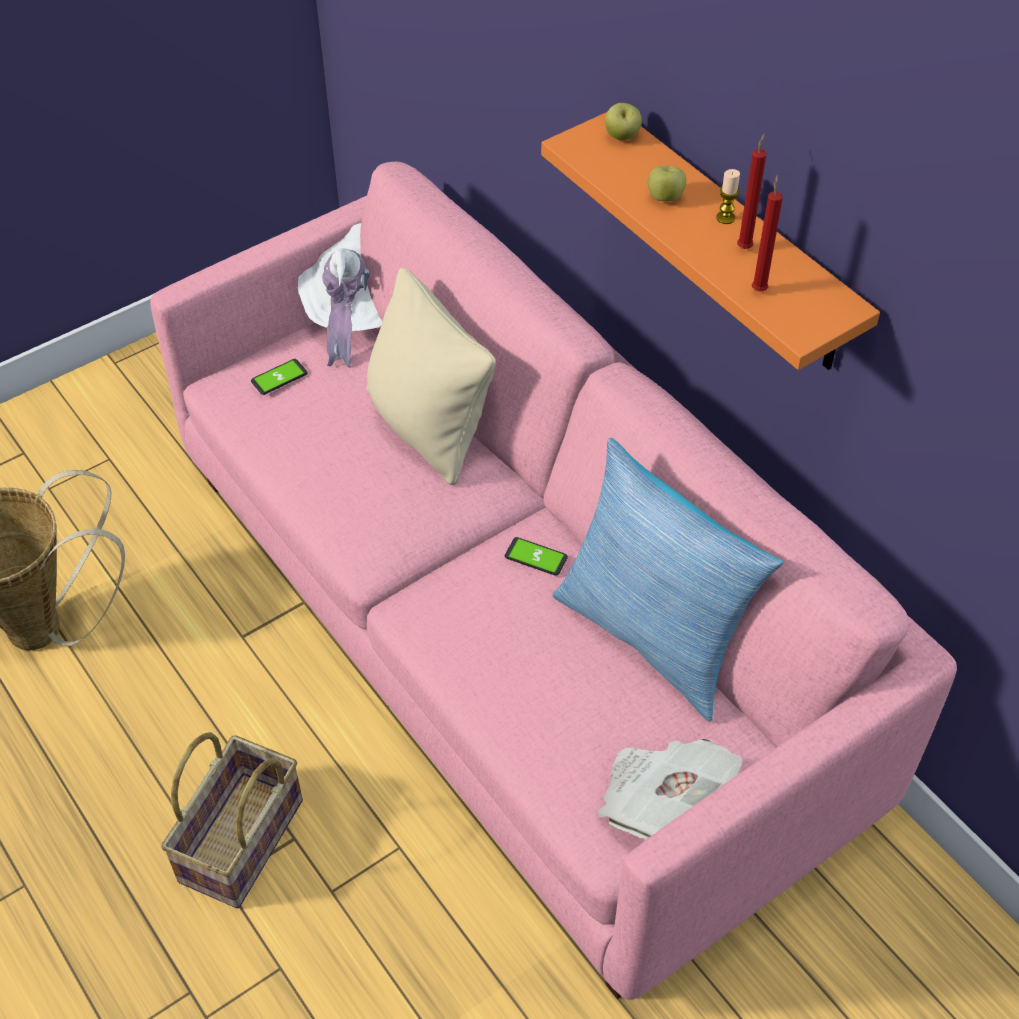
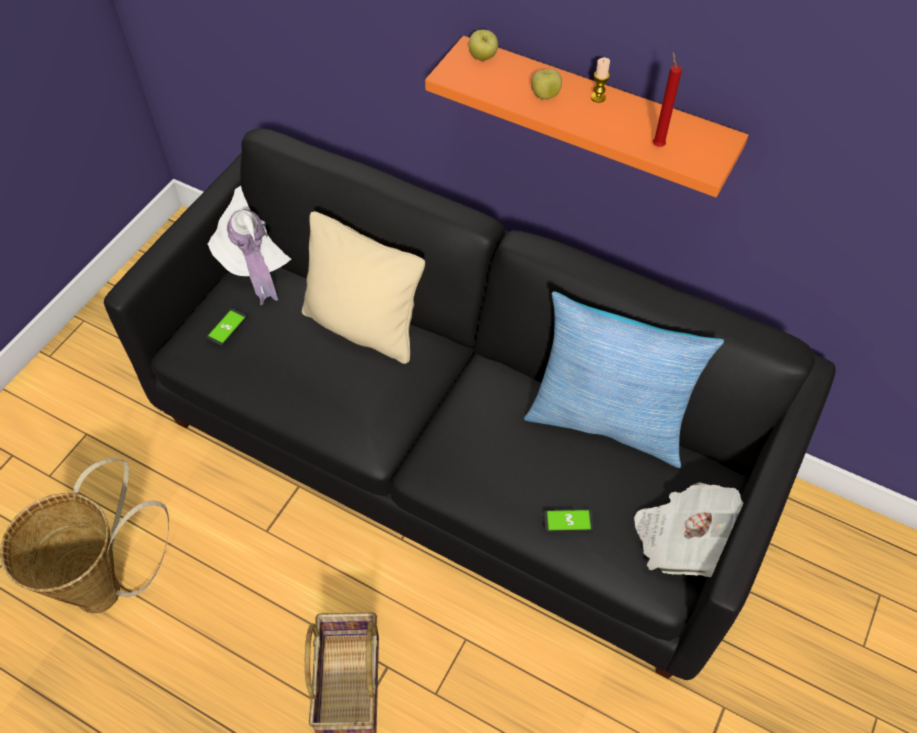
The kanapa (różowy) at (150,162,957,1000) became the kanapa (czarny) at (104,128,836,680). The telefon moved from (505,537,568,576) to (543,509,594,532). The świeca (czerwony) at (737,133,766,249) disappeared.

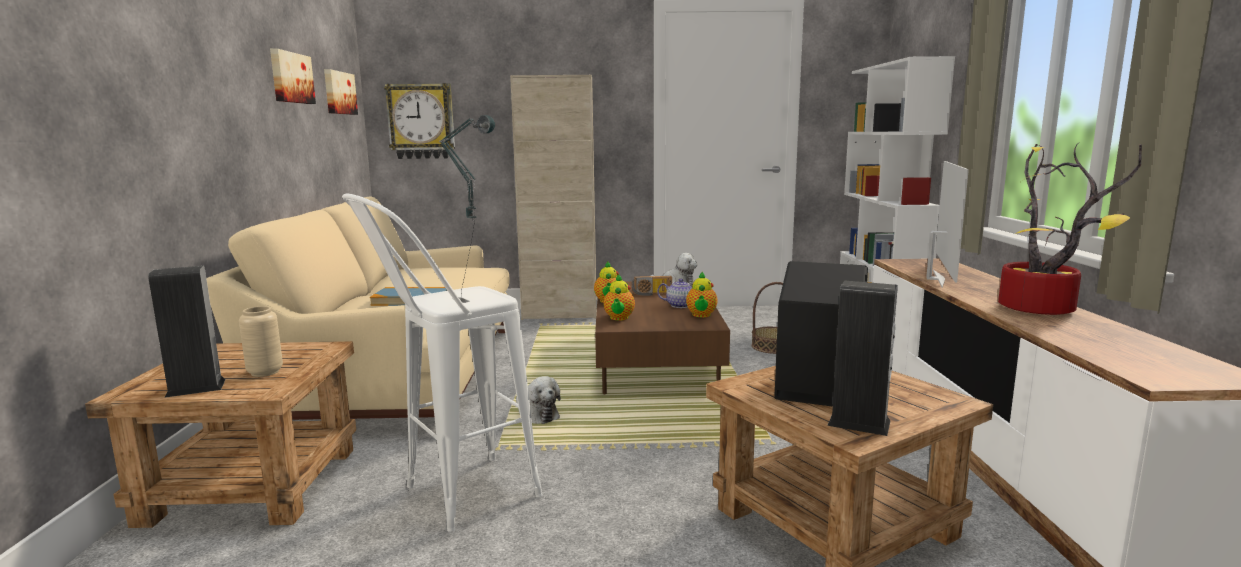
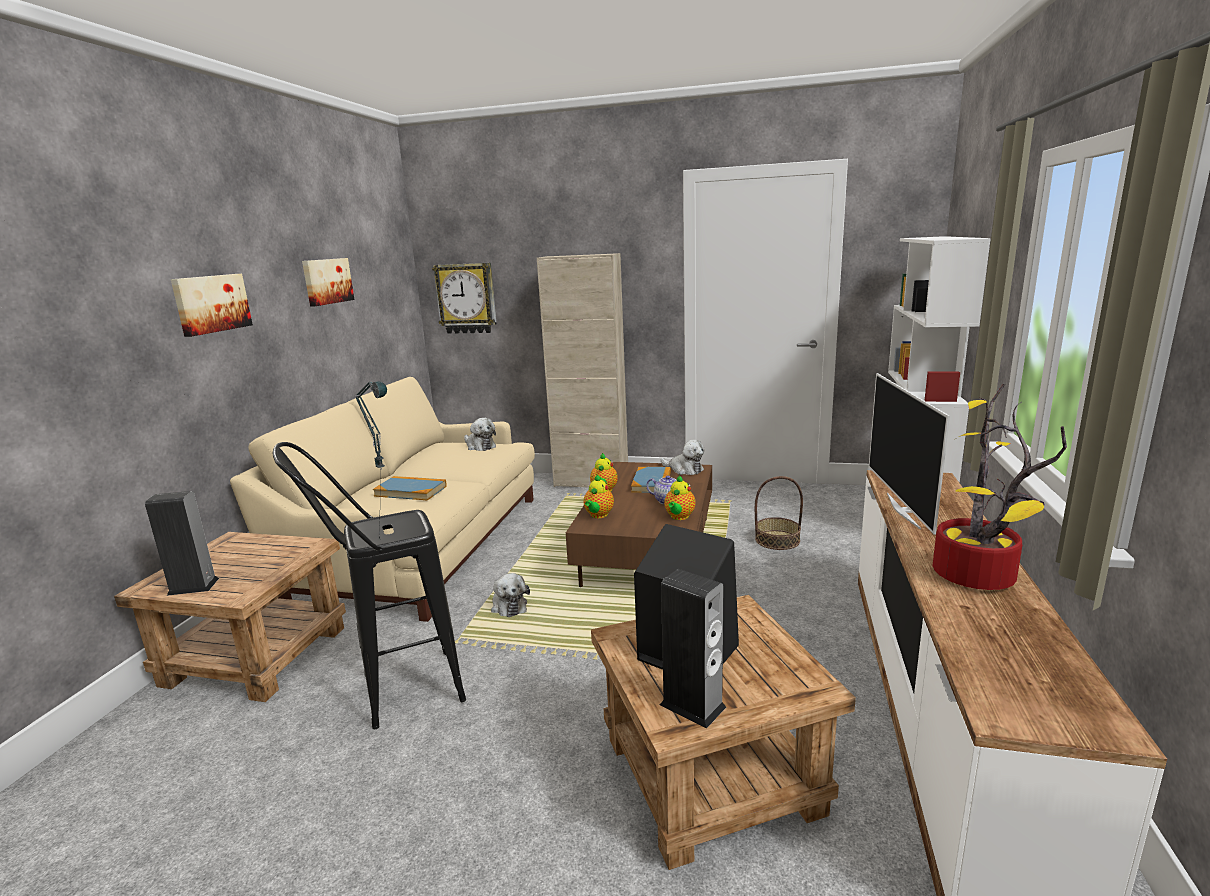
The obraz moved from (324,69,358,115) to (171,274,253,337). The stołek (biały) at (342,193,543,532) became the stołek (czarny) at (272,442,466,729). The pluszak at (464,418,496,451) appeared. The radio at (632,276,672,296) was replaced by the książka at (631,467,671,493). The telewizor at (926,161,969,288) turned 150 degrees clockwise. The wazon (beżowy) at (239,306,283,377) disappeared.

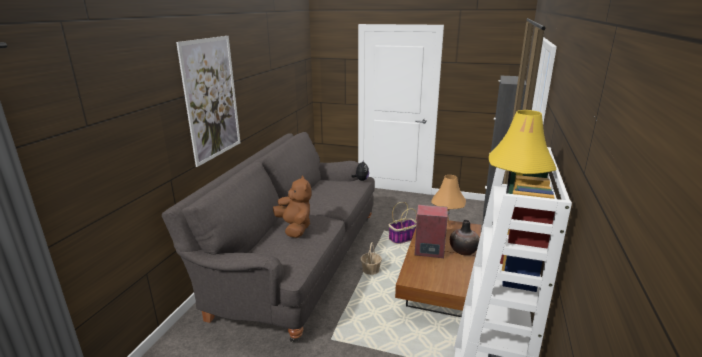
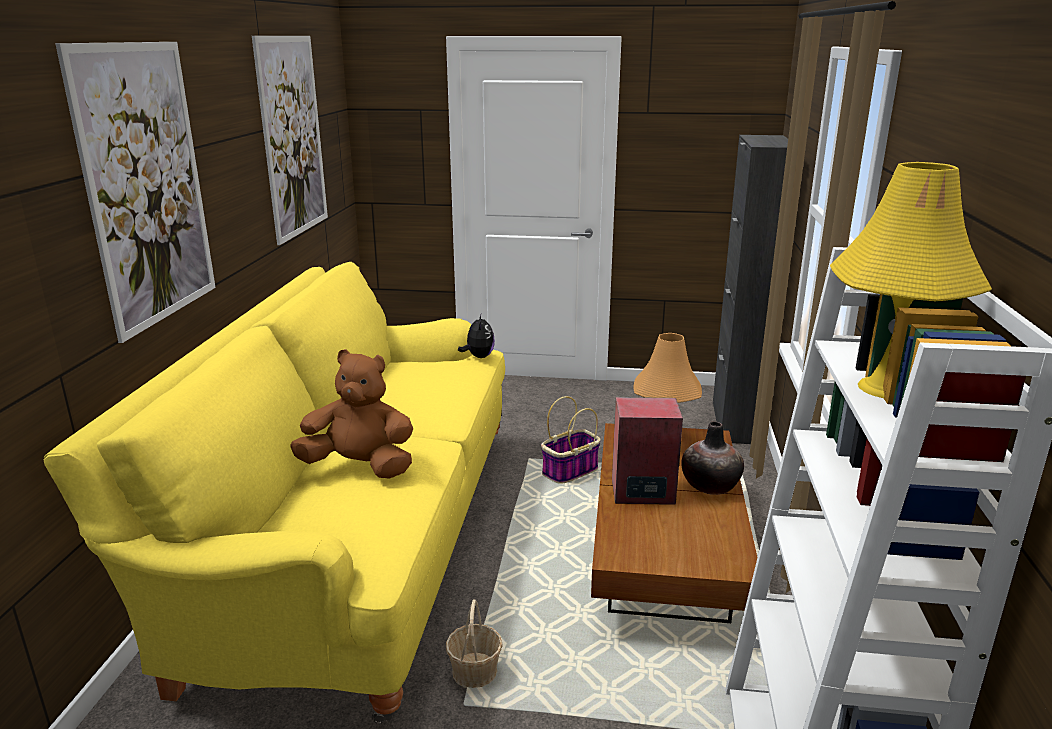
The kanapa (szary) at (162,132,375,343) became the kanapa (żółty) at (44,262,505,724). The obraz at (252,36,328,245) appeared. The pluszak (brązowy) at (273,176,312,238) turned 45 degrees counterclockwise. The koszyk moved from (361,242,382,275) to (446,599,503,688).

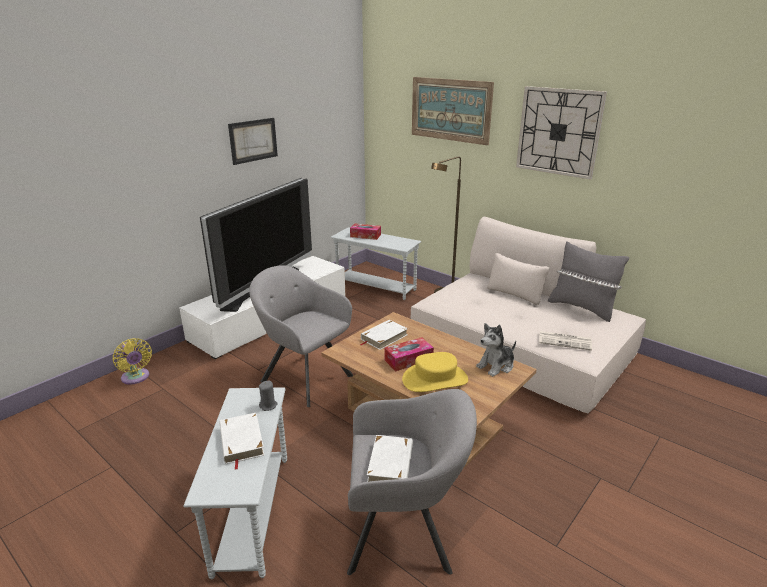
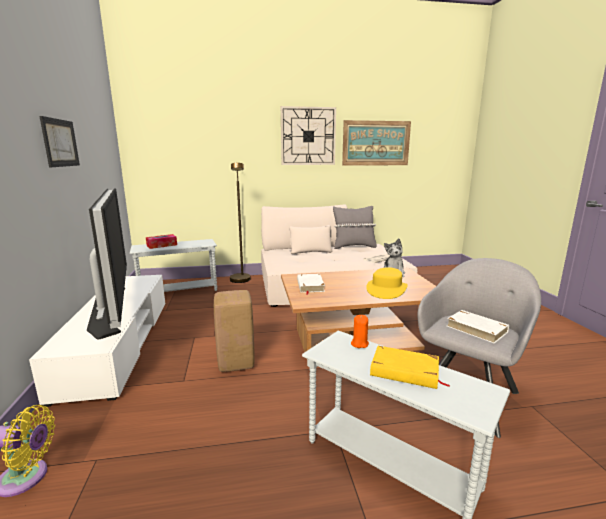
The fotel (szary) at (249,265,354,407) was replaced by the stołek (beżowy) at (214,290,255,372). The obraz moved from (412,77,494,145) to (342,120,411,166). The świeca (szary) at (259,380,278,411) became the świeca (pomarańczowy) at (351,315,369,348). The książka (biały) at (220,413,265,470) became the książka (żółty) at (370,346,450,389). The pudełko chusteczek at (385,337,434,371) disappeared.

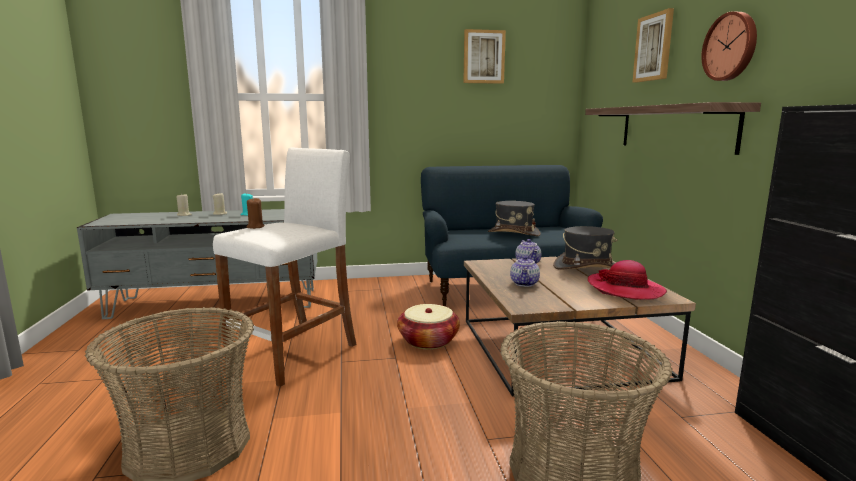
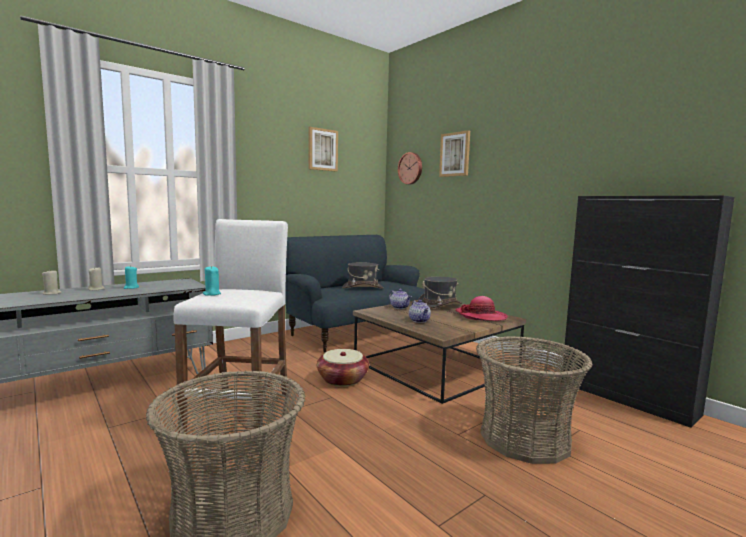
The świeca (brązowy) at (247,197,265,229) became the świeca (turkusowy) at (203,266,221,296). The zegar ścienny moved from (701,11,757,81) to (398,152,422,184). The półka at (585,102,761,155) disappeared.

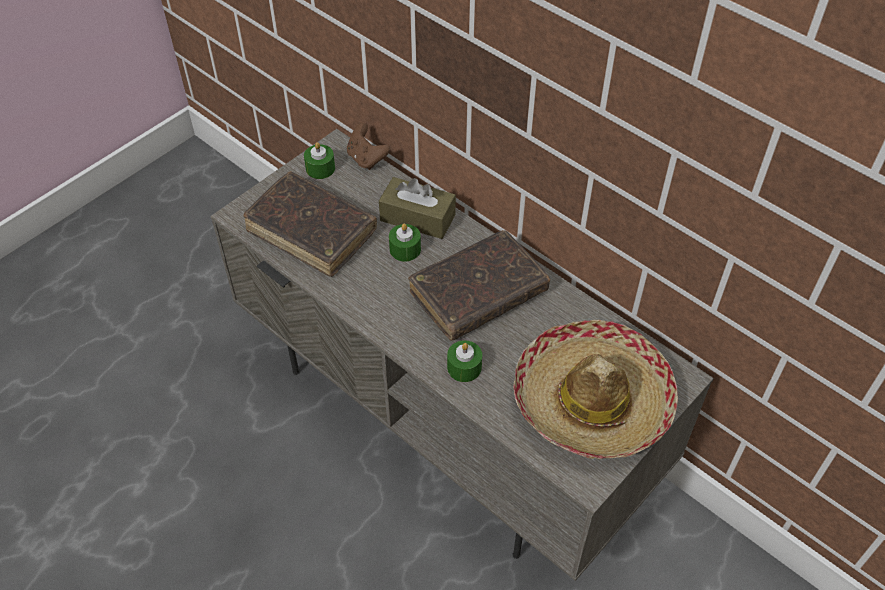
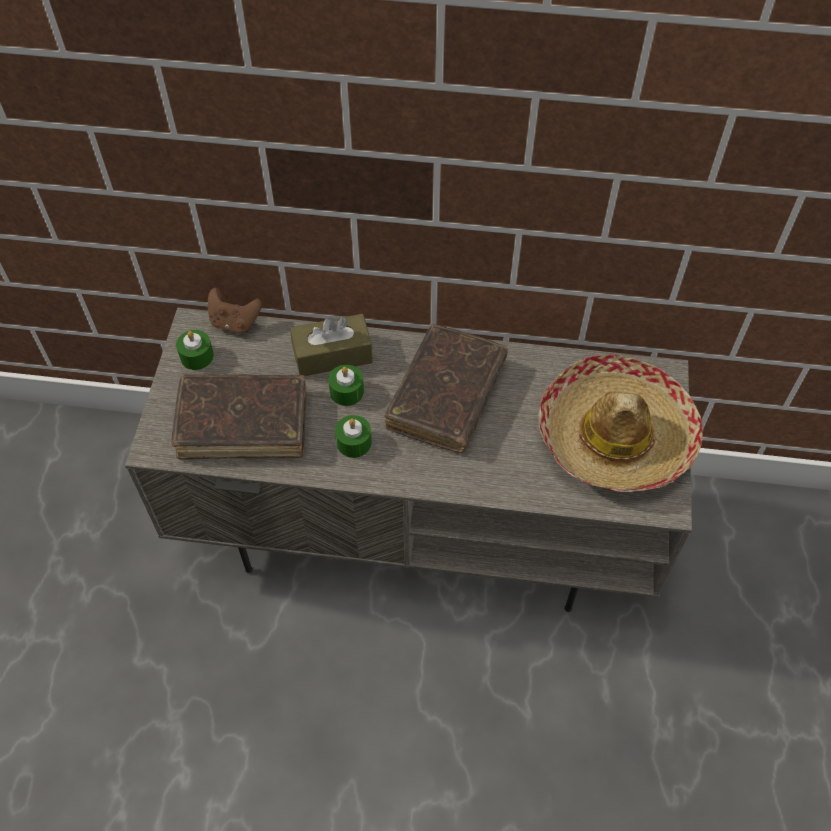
The świeca (zielony) moved from (447,340,482,382) to (335,415,372,458).

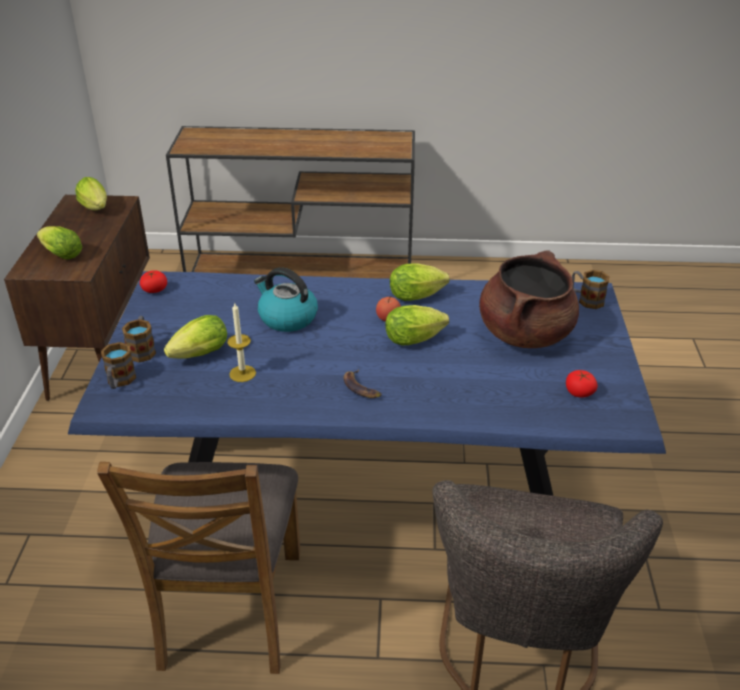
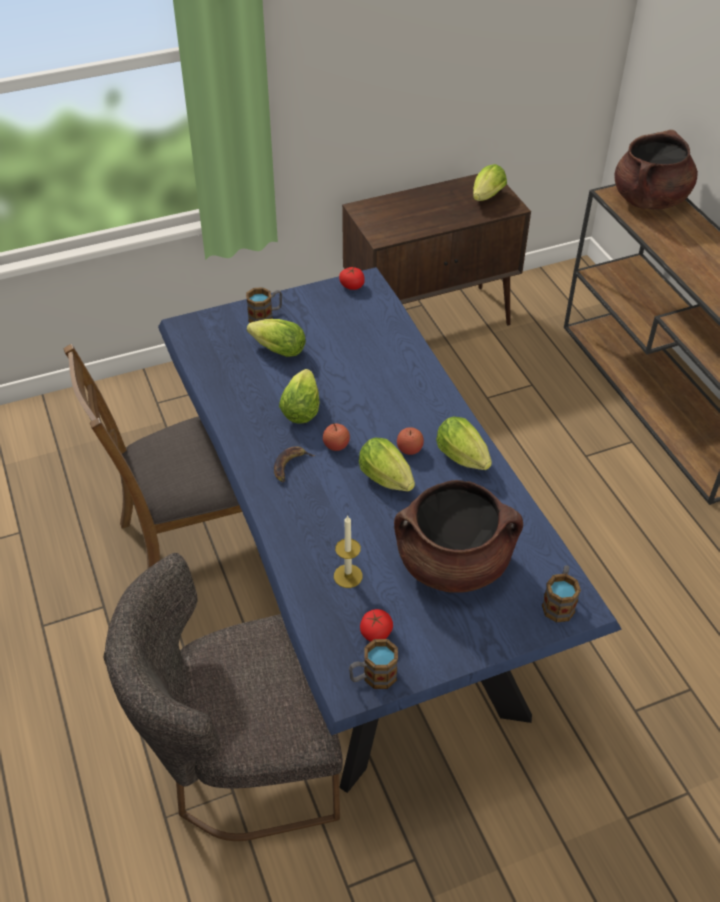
The sałata moved from (37,226,82,260) to (279,369,320,424). The jabłko at (323,423,350,451) appeared. The świeca moved from (227,302,256,382) to (334,516,363,588). The kubek moved from (101,342,136,389) to (349,639,398,689). The garnek (brązowy) at (615,130,698,209) appeared. The czajnik at (254,267,318,332) disappeared.

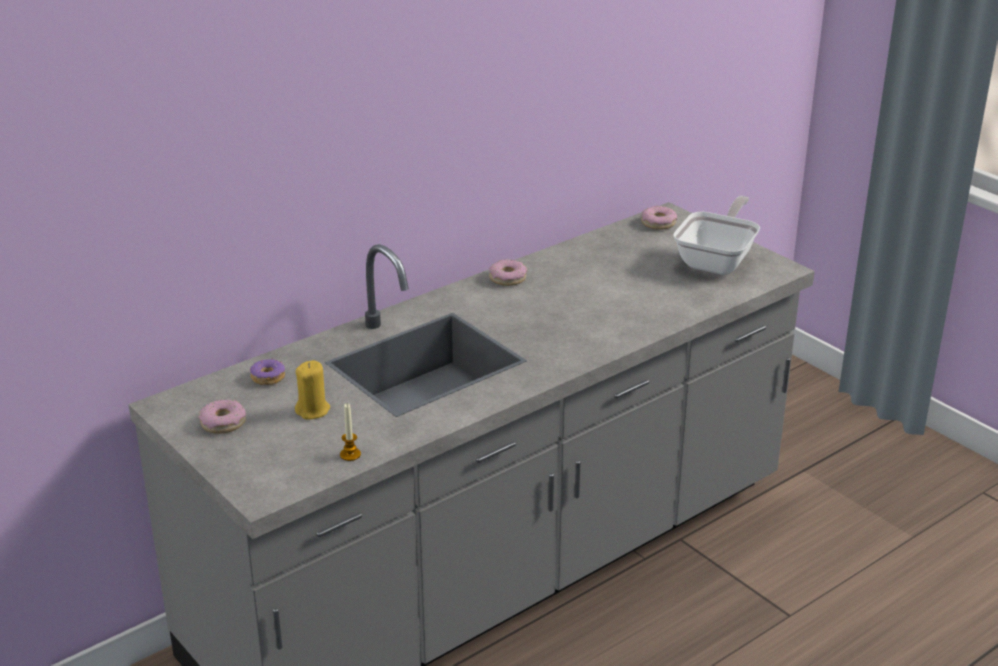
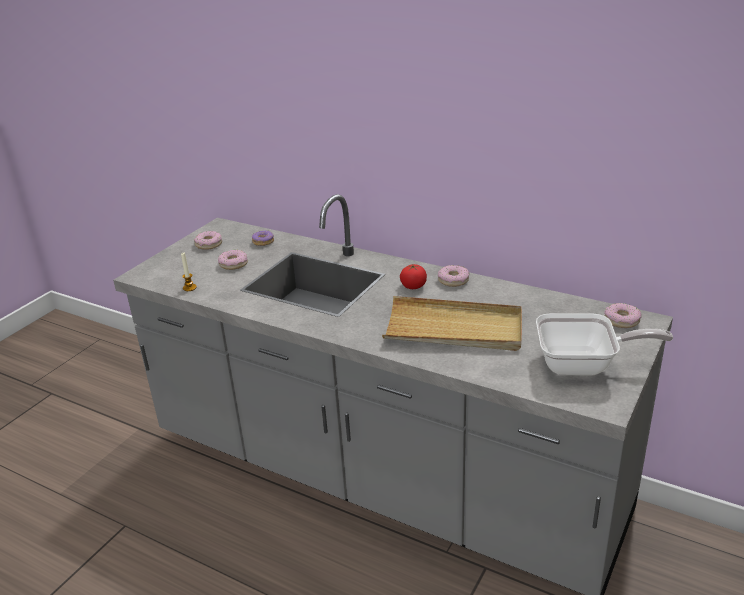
The świeca (żółty) at (295,360,330,419) was replaced by the donut at (218,250,248,270). The taca (beżowy) at (382,296,522,351) appeared. The pomidor at (400,264,427,289) appeared.

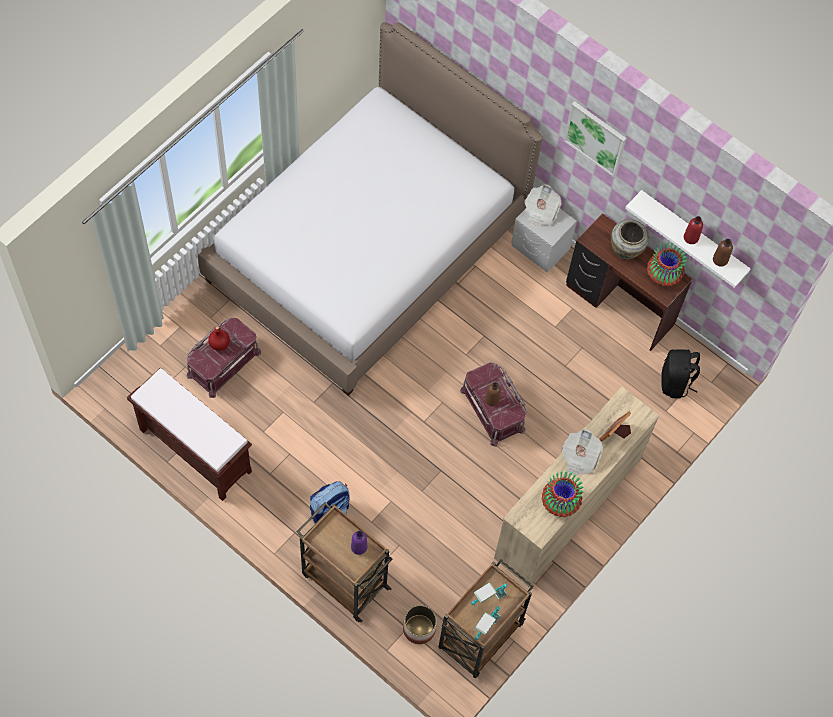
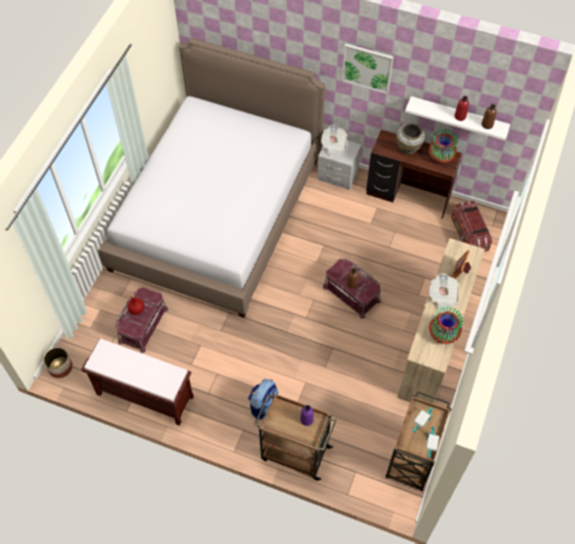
The donica moved from (403,605,437,644) to (43,347,73,378). The plecak (czarny) at (661,349,700,398) was replaced by the pojemnik do przechowywania at (451,201,492,252).

